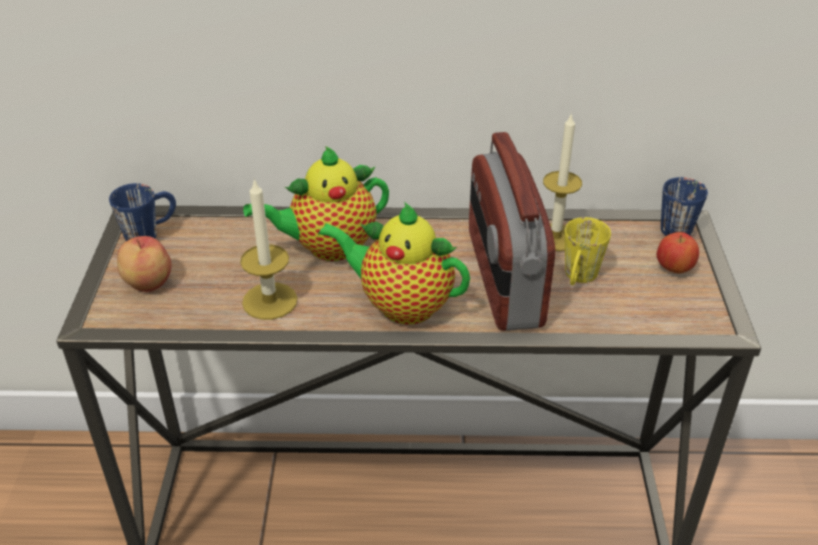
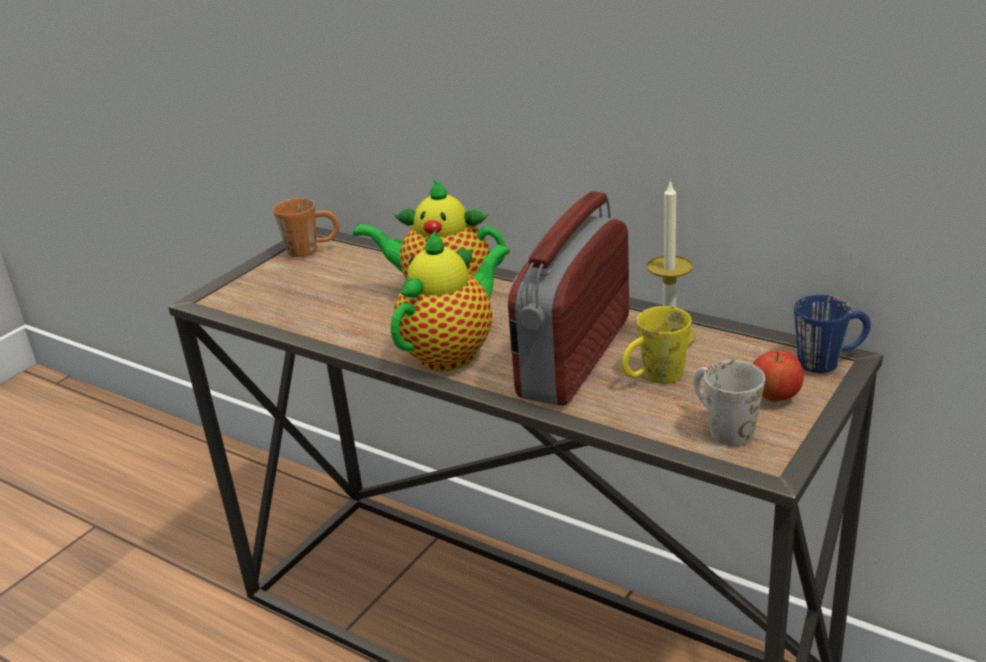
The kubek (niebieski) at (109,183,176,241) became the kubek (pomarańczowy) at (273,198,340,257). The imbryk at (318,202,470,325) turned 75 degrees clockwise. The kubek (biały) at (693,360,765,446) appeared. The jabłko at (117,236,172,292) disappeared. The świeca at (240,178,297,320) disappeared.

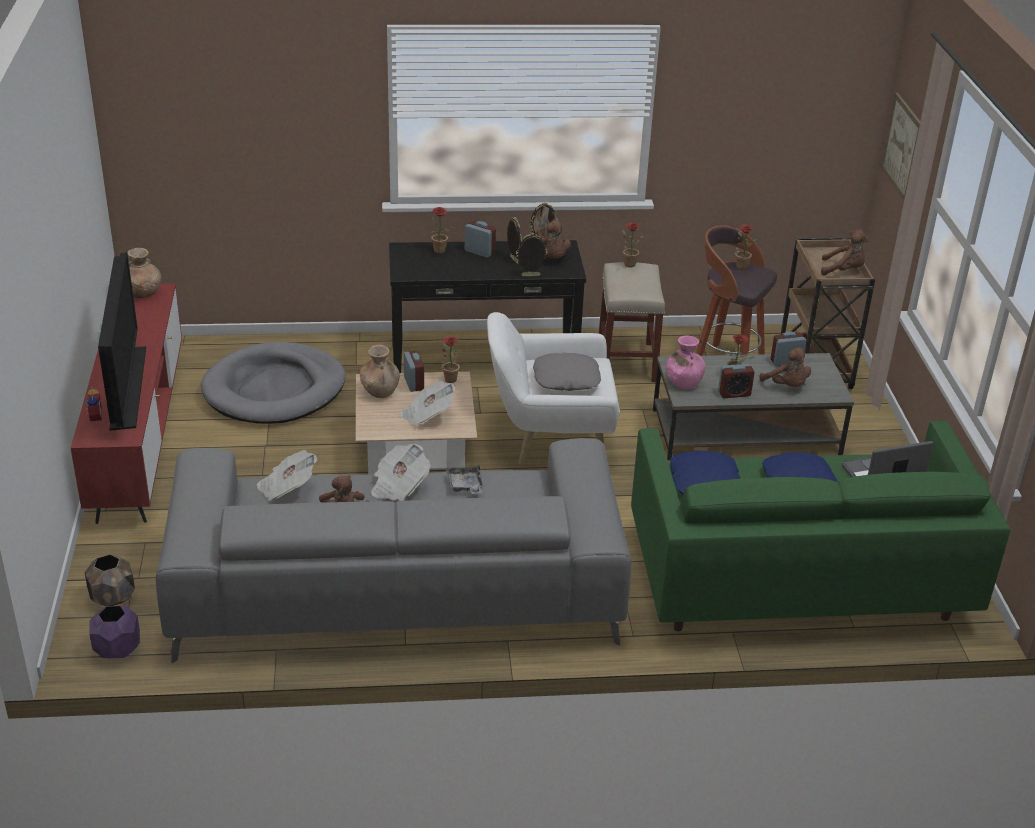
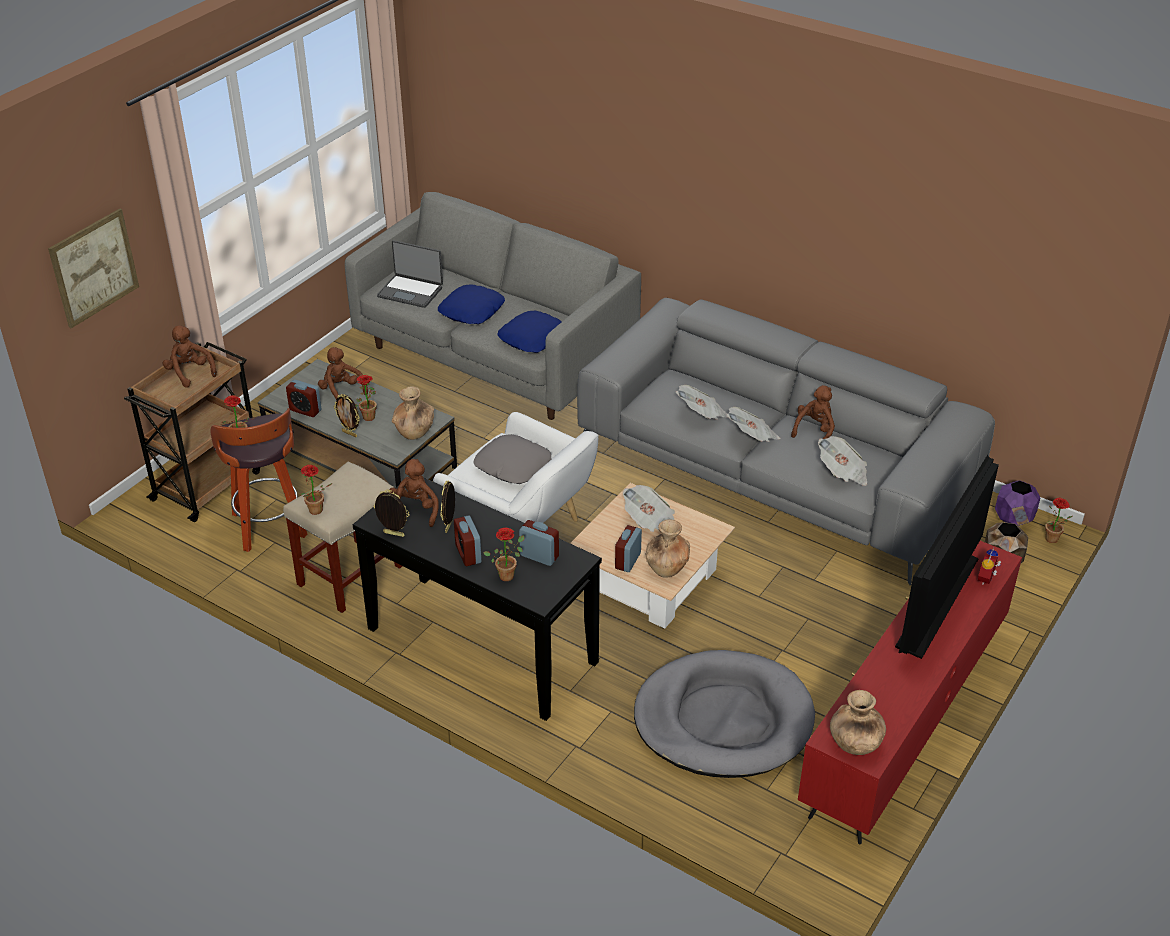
The pluszak (brązowy) at (760,347,811,387) turned 45 degrees counterclockwise. The ramka na zdjęcie moved from (516,233,548,276) to (333,394,360,437). The kanapa (zielony) at (631,421,1010,631) became the kanapa (szary) at (345,192,641,420). The wazon (różowy) at (665,335,706,389) became the wazon (brązowy) at (392,386,434,440). The budzik moved from (718,364,754,398) to (519,520,559,566). The taca (szary) at (447,465,484,494) was replaced by the gazeta at (676,385,728,419). The roślina doniczkowa moved from (441,336,462,383) to (1045,498,1073,543).

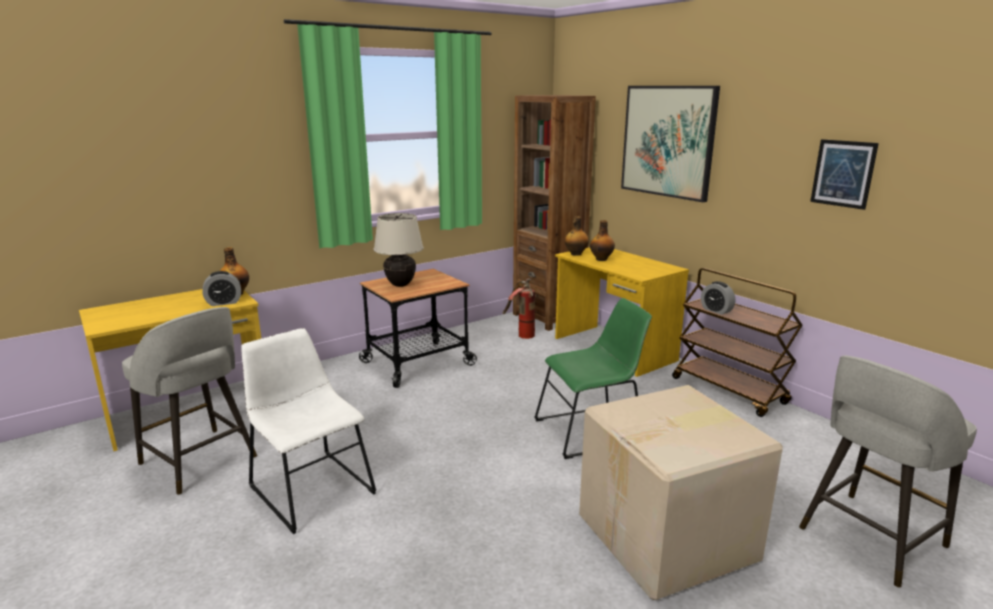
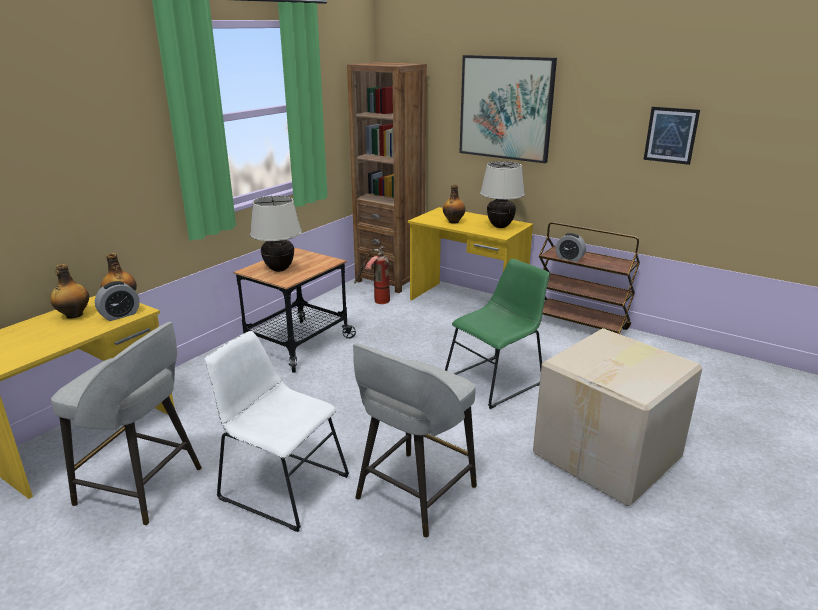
The butelka moved from (565,216,589,256) to (50,264,89,319). The stołek (szary) moved from (799,355,977,588) to (353,343,477,538). The lampa stołowa (beżowy) at (480,161,525,228) appeared.

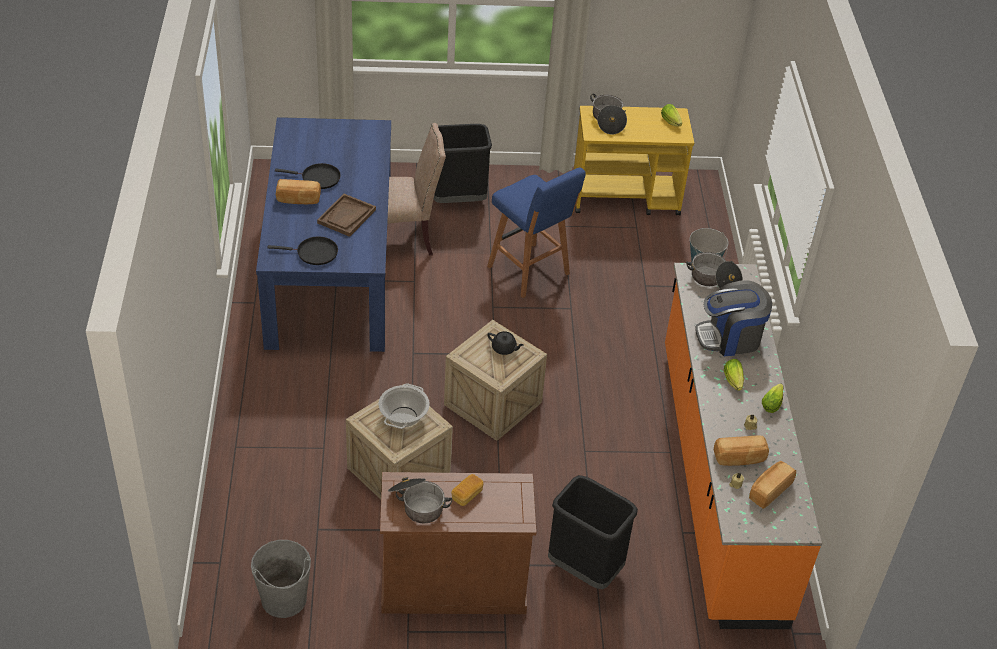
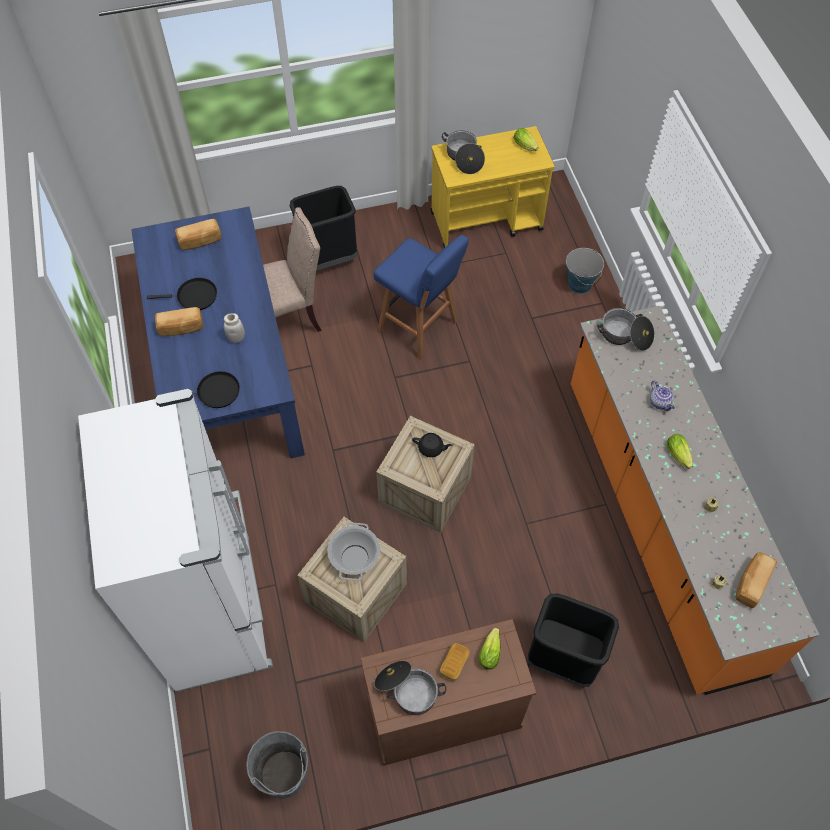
The lodówka (biały) at (78,389,273,692) appeared. The chleb moved from (714,436,769,466) to (175,219,222,250). The taca (brązowy) at (317,194,376,237) was replaced by the słoik (biały) at (224,313,245,343). The sałata moved from (762,383,783,413) to (478,628,501,670). The ekspres do kawy at (695,280,772,356) was replaced by the imbryk at (650,380,675,411).

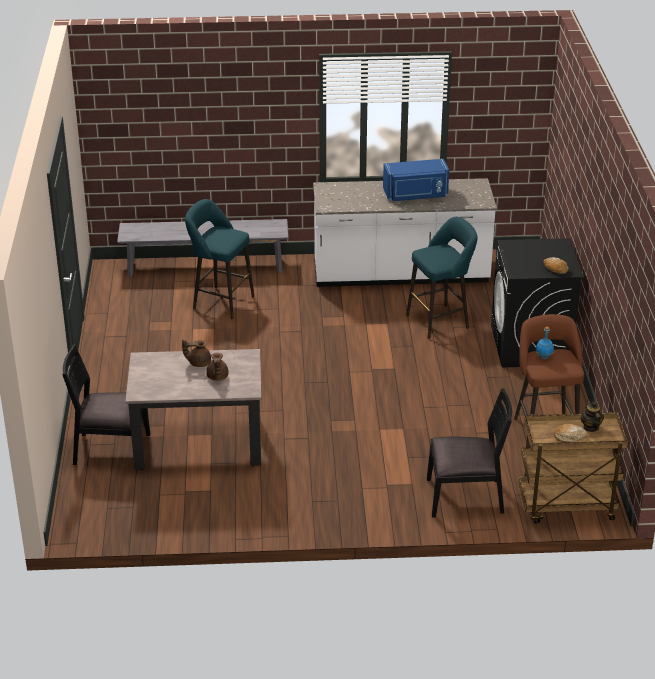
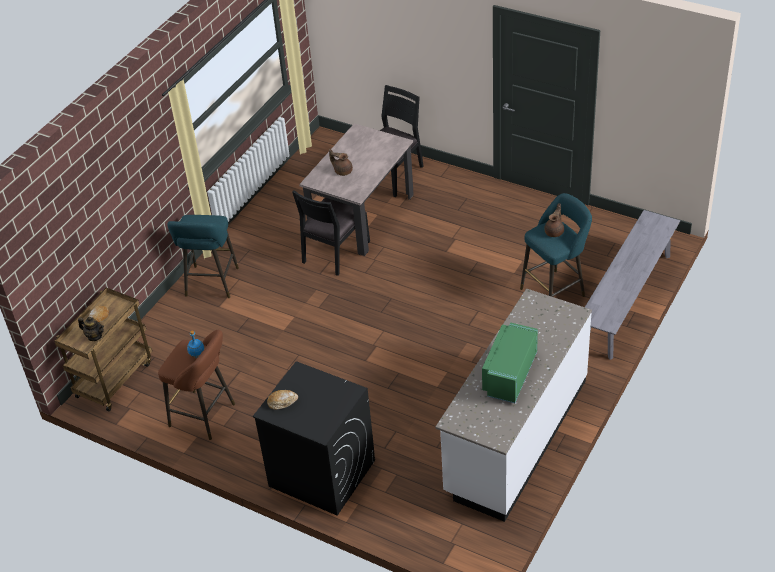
The stołek (turkusowy) moved from (406,217,478,339) to (167,215,239,298). The krzesło (czarny) moved from (427,388,512,518) to (292,190,370,276). The mikrofalówka (niebieski) at (383,159,449,201) became the mikrofalówka (zielony) at (482,322,538,403). The imbryk (brązowy) moved from (182,339,211,367) to (544,203,564,237).

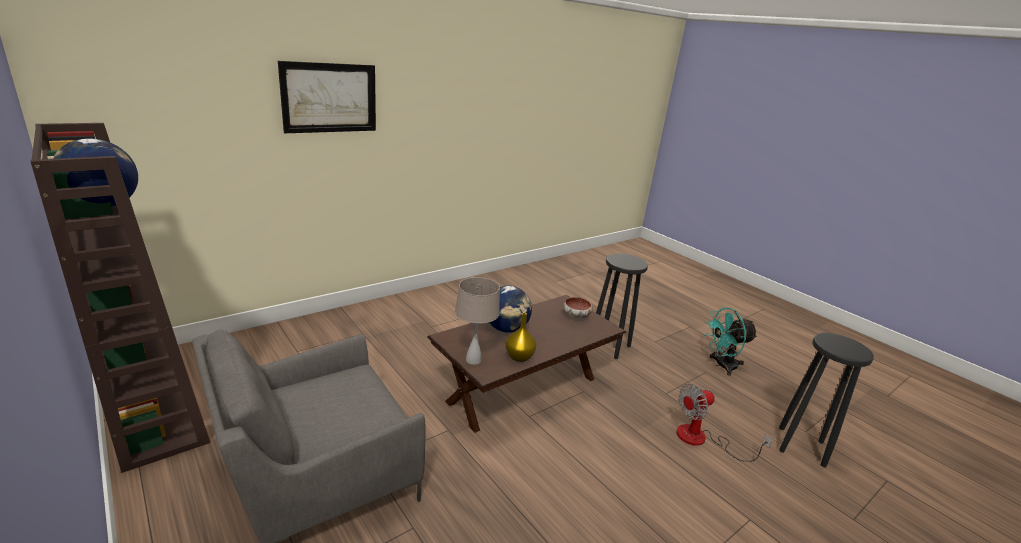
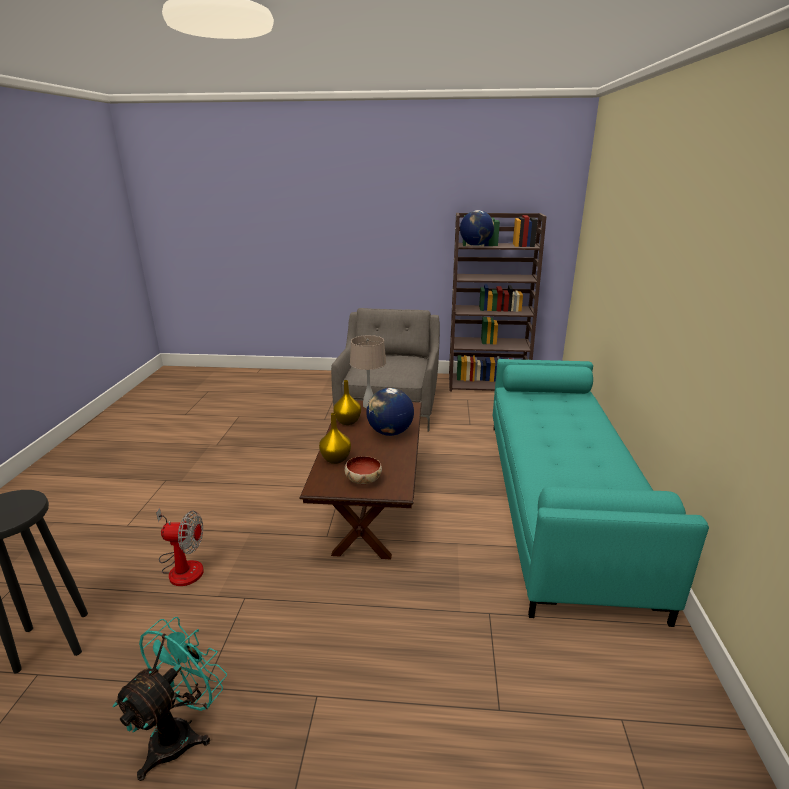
The wentylator at (677,384,773,462) turned 75 degrees clockwise. The wazon (żółty) at (319,413,351,464) appeared. The kanapa (turkusowy) at (493,359,709,627) appeared. The obraz at (278,61,376,133) disappeared. The stołek (czarny) at (596,254,648,359) disappeared.

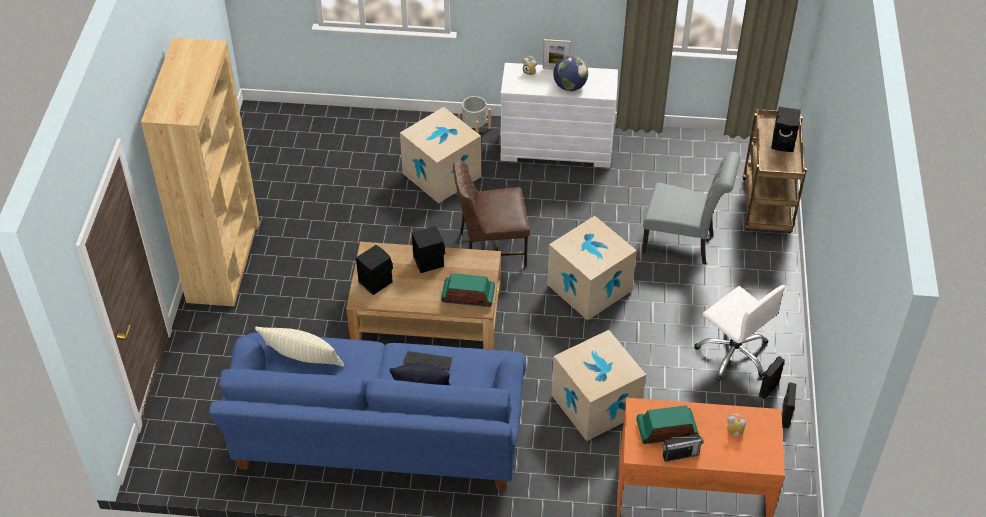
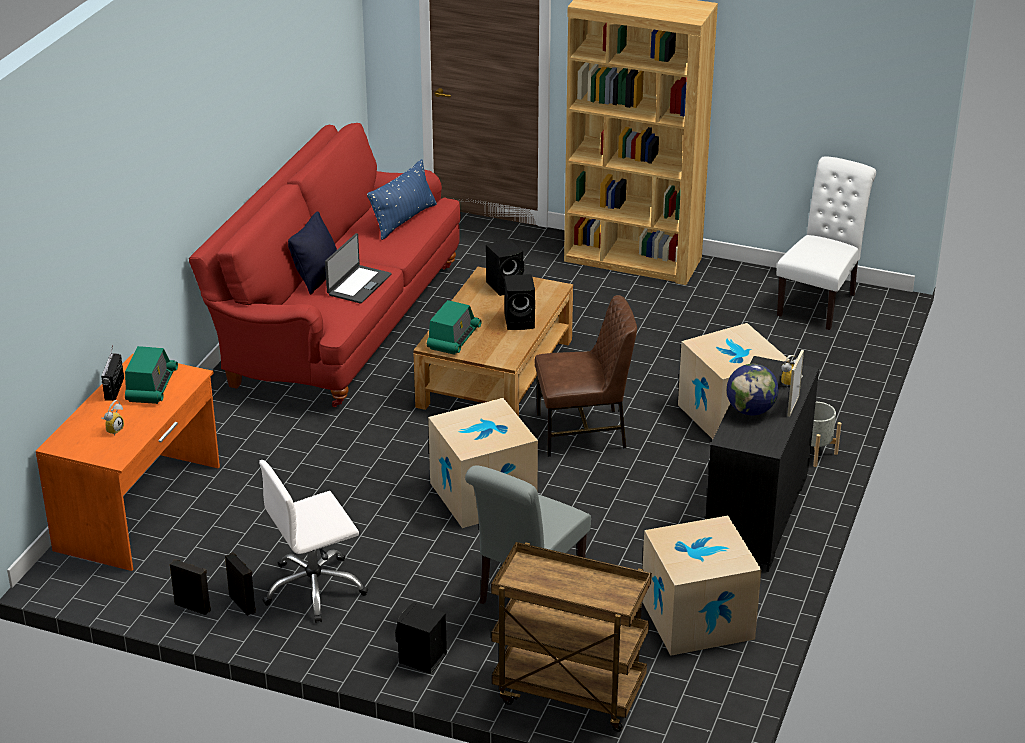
The kanapa (niebieski) at (209,333,526,490) became the kanapa (czerwony) at (189,123,461,407). The klawiatura at (403,351,453,371) was replaced by the laptop at (325,233,391,304). The poduszka (beżowy) at (255,327,344,367) became the poduszka (niebieski) at (367,159,437,240). The głośnik (czarny) moved from (771,107,801,152) to (395,602,447,674). The krzesło (brązowy) at (453,159,530,266) turned 75 degrees clockwise. The karton moved from (552,330,646,441) to (642,516,761,656). The komoda (biały) at (500,63,618,168) became the komoda (czarny) at (706,356,819,572). The krzesło (biały) at (777,156,876,330) appeared.

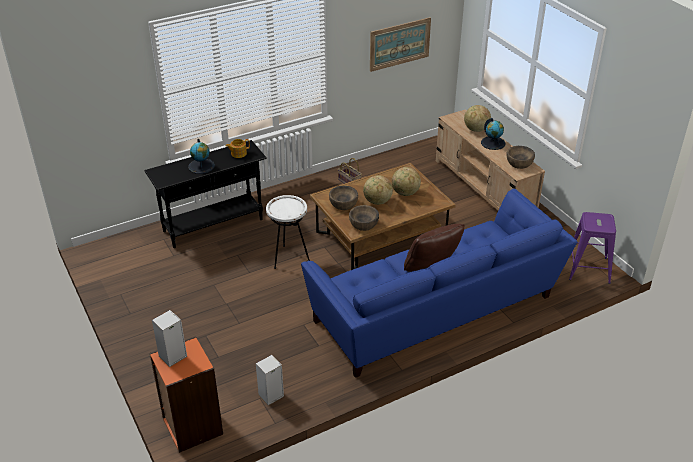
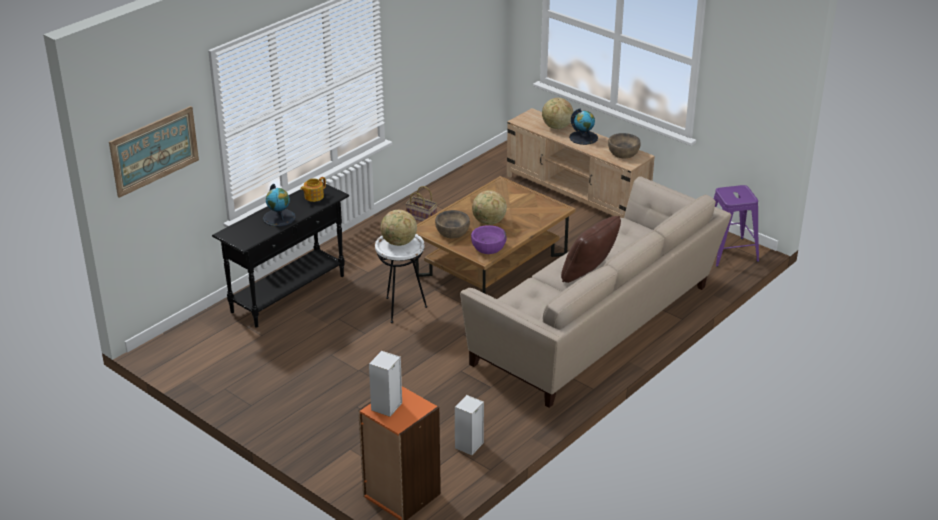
The obraz moved from (370,17,431,72) to (109,106,199,198). The globus moved from (392,167,421,196) to (380,210,417,246). The kanapa (niebieski) at (301,189,577,378) became the kanapa (beżowy) at (460,176,732,408). The miska (brązowy) at (349,205,379,231) became the miska (fioletowy) at (471,225,507,254).

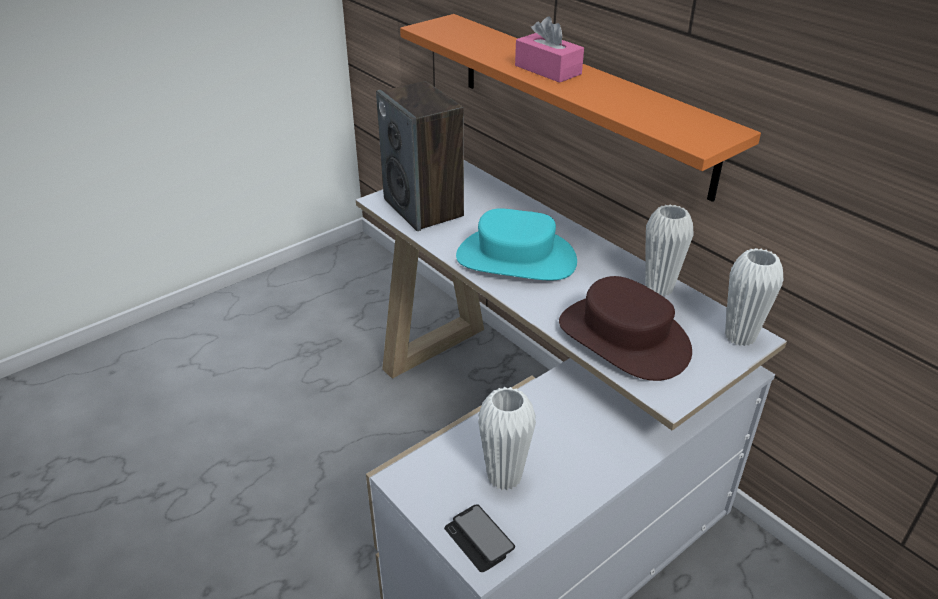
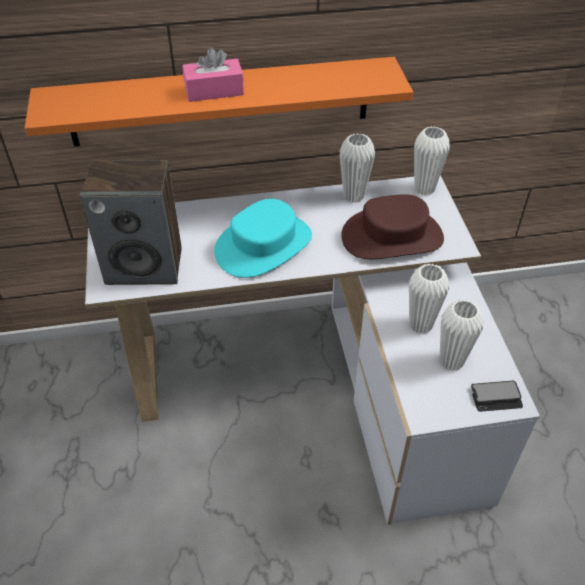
The wazon (biały) at (409,263,449,334) appeared.

